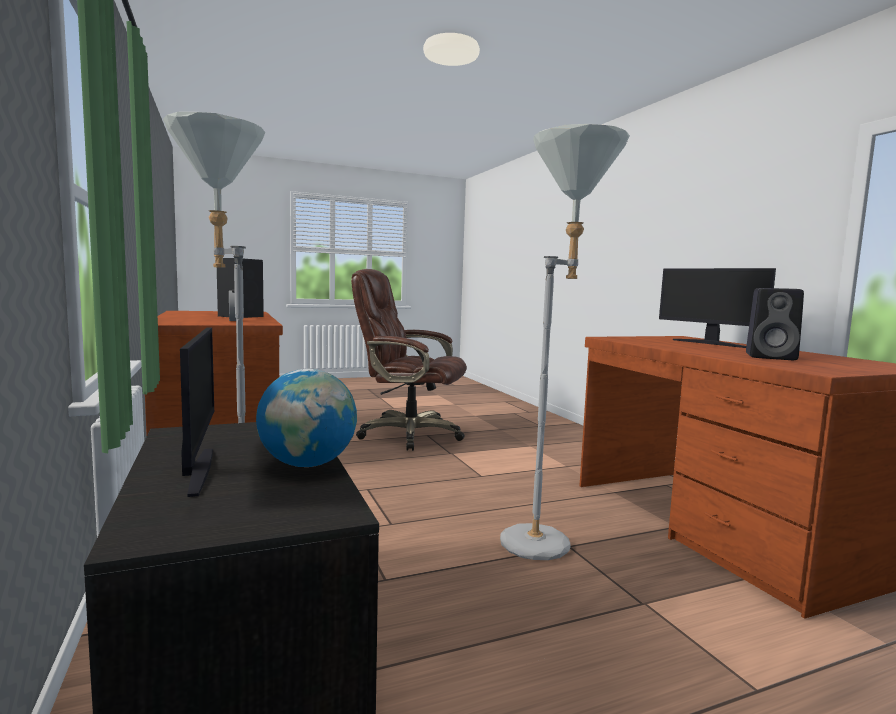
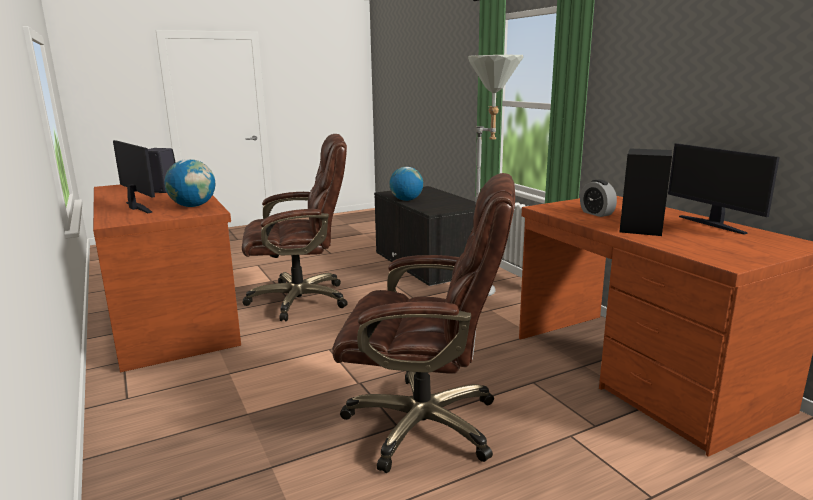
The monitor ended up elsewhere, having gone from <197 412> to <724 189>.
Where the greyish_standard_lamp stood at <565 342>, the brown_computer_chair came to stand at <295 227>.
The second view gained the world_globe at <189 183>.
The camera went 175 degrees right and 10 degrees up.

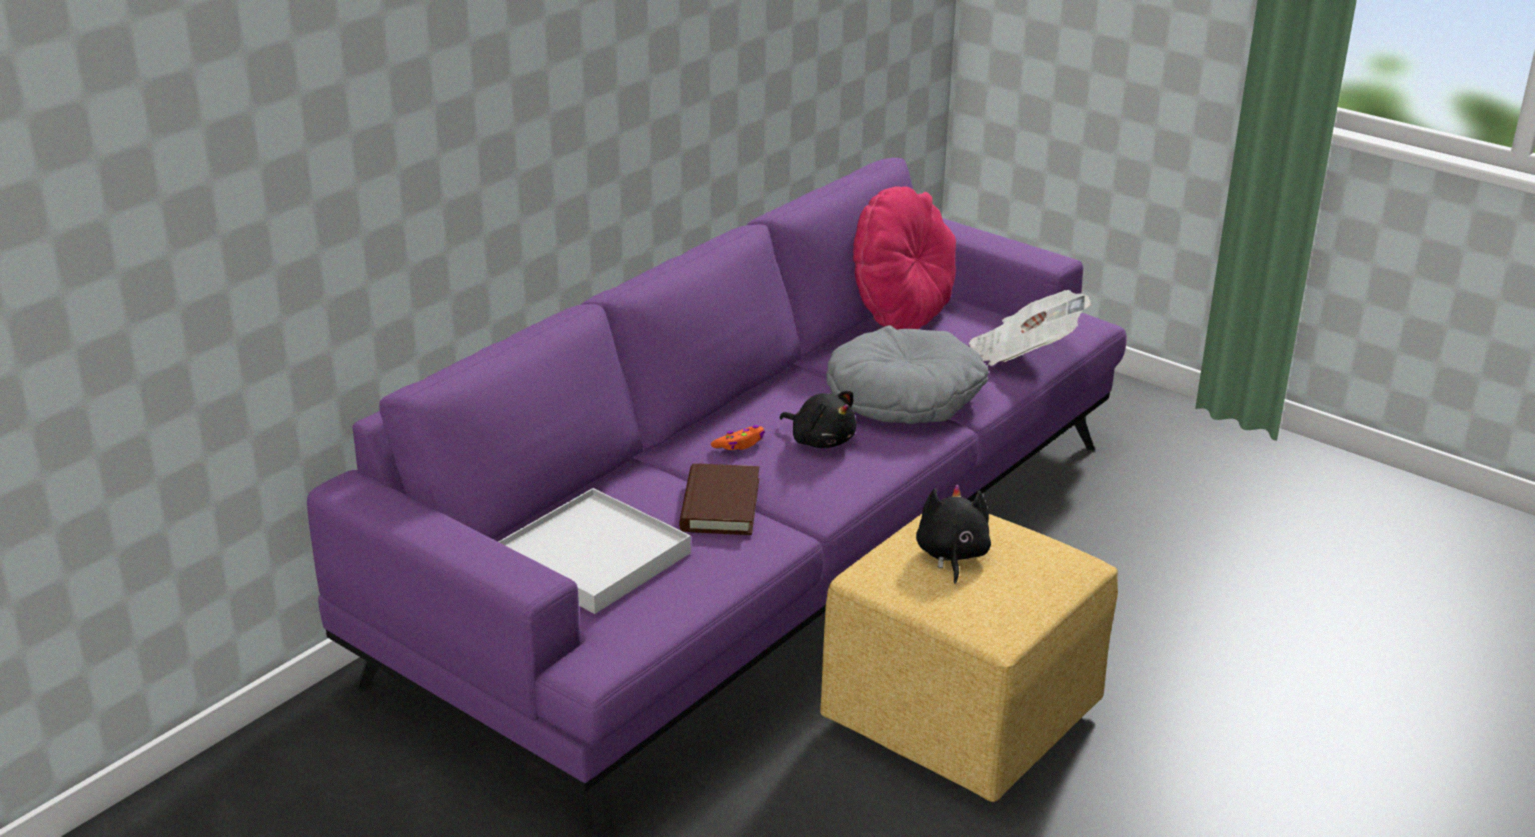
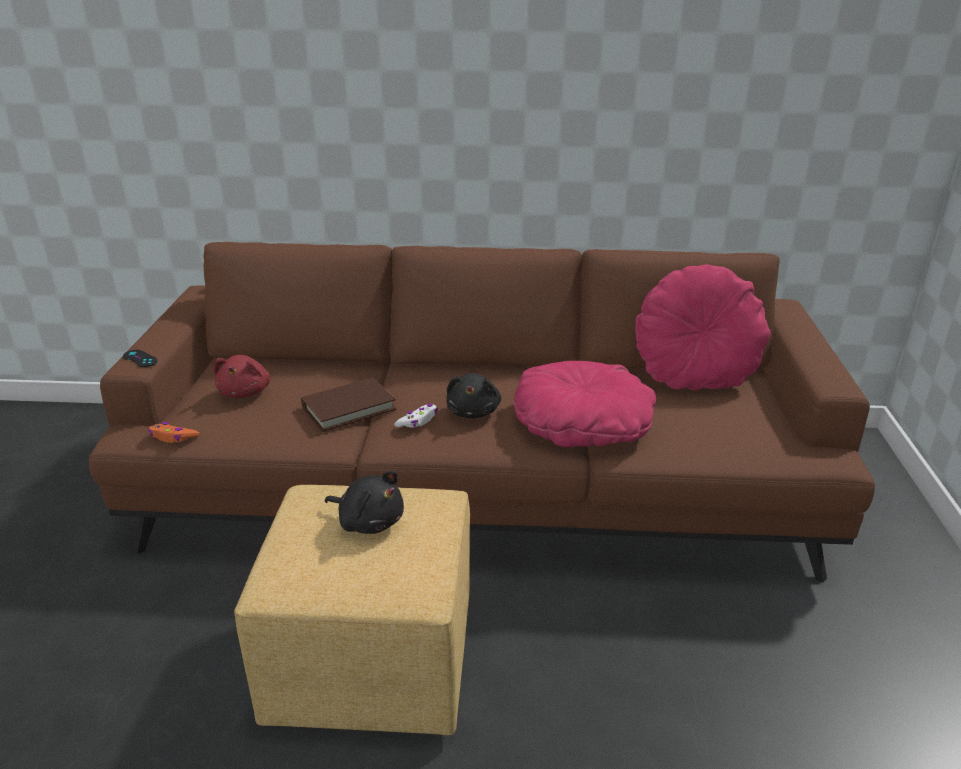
What was the purple_couch at <716 496> turned into the brown_couch at <482 412>.
Where the white_serving_tray stood at <594 551>, the red_soft_toy came to stand at <242 376>.
The orange-coloured_joypad ended up elsewhere, having gone from <738 437> to <173 432>.
What was the greyish_cushion at <908 374> turned into the pinkish_cushion at <585 404>.
The black_soft_toy at <953 534> ended up facing another way, 60 degrees clockwise from before.
The second view lost the newspaper at <1030 328>.
The second view gained the black_joypad at <140 358>.
The second view gained the white_joypad at <416 416>.
The camera went 55 degrees right and 0 degrees up.

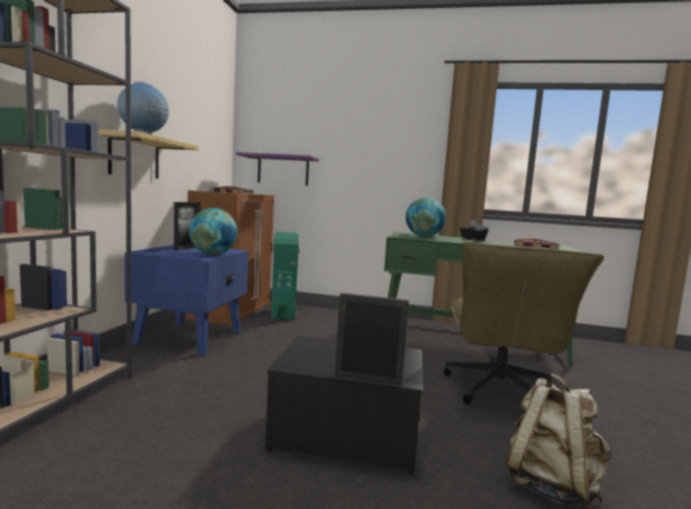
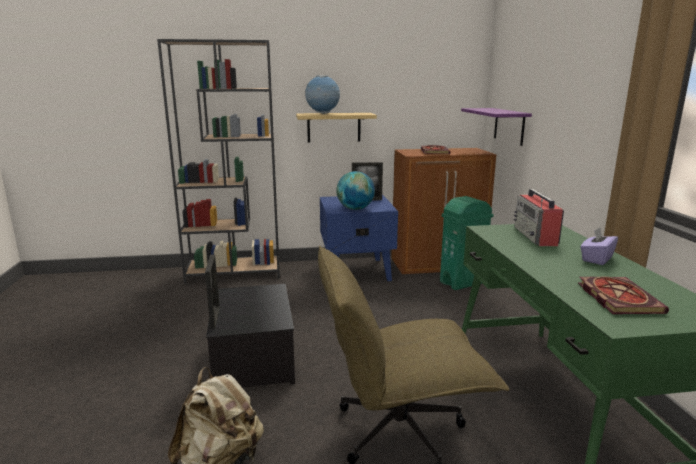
Where the world_globe stood at <426 217>, the radio came to stand at <539 217>.
What was the black_tissue_holder at <474 230> turned into the purple_tissue_holder at <599 246>.
The camera went 70 degrees right and 10 degrees up.

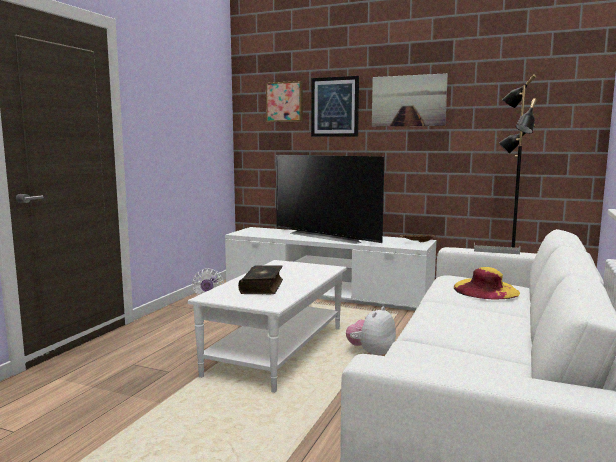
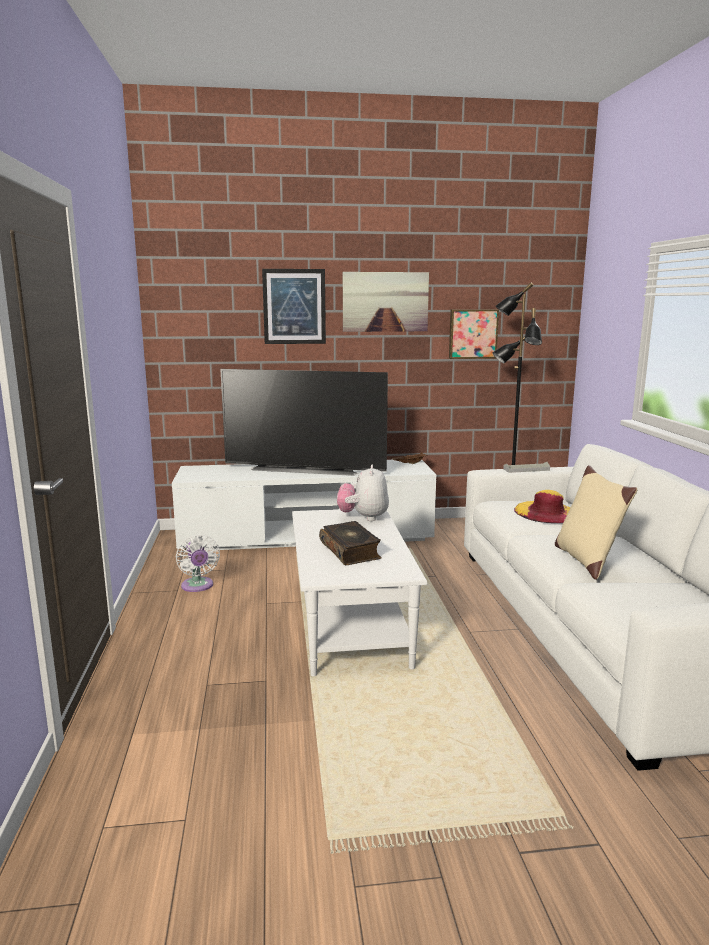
The wall_picture ended up elsewhere, having gone from <284 101> to <474 334>.
The soft_toy ended up elsewhere, having gone from <371 330> to <363 492>.
The second view gained the sand-coloured_cushion at <596 522>.
The camera went 30 degrees left and 5 degrees up.

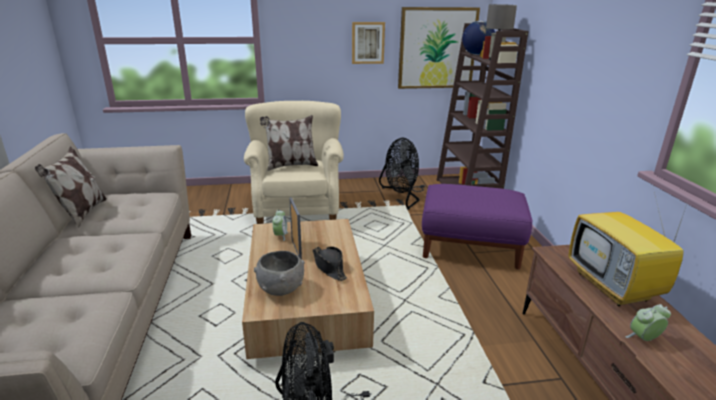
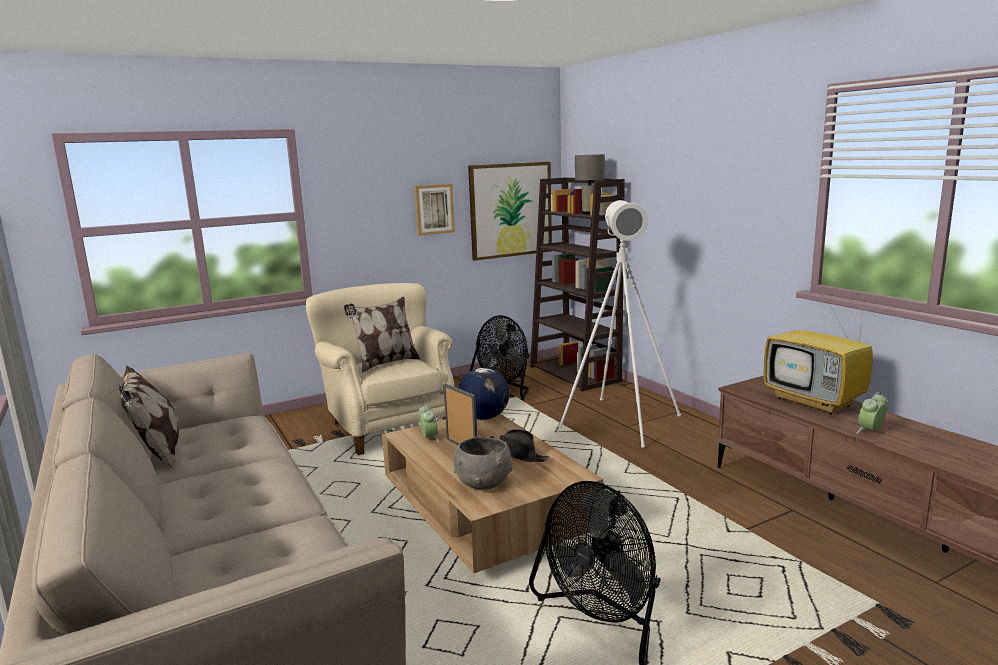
Where the purple_pouffe stood at <477 227>, the white_standard_lamp came to stand at <620 324>.
The world_globe ended up elsewhere, having gone from <478 38> to <484 394>.
The camera went 20 degrees left and 10 degrees down.

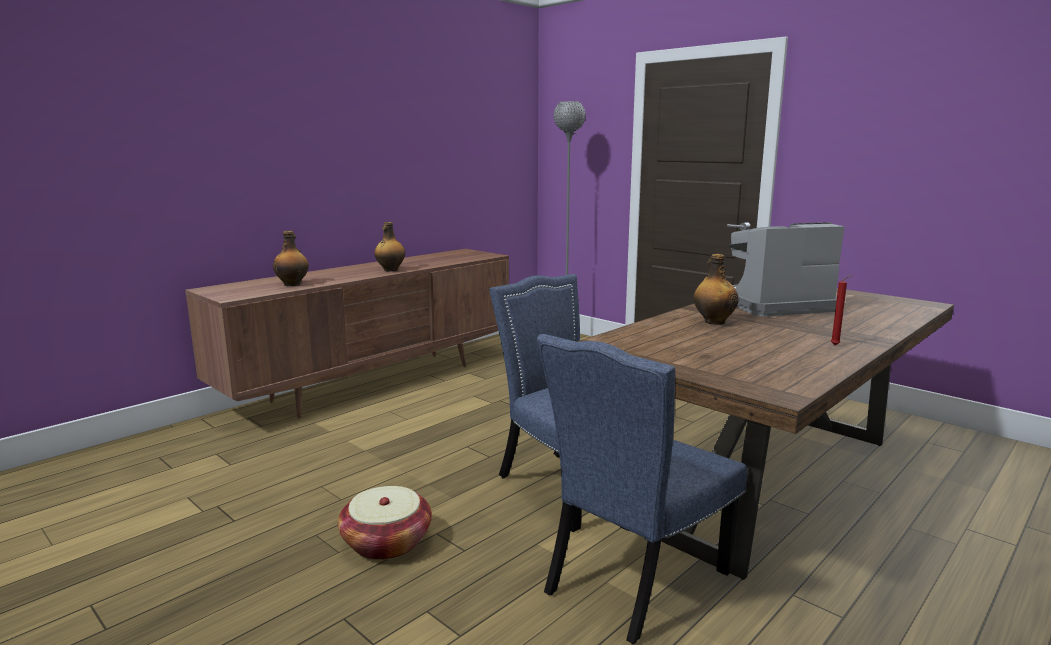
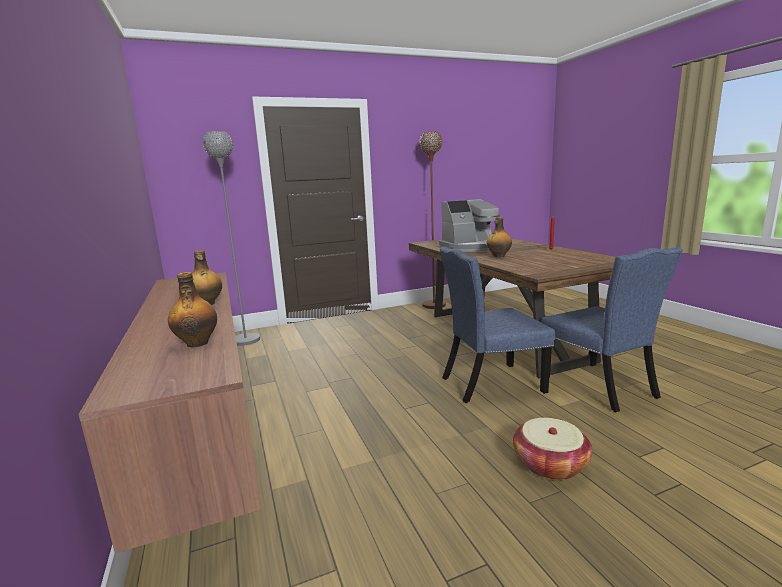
The coffee_machine at <786 269> ended up facing another way, 120 degrees counterclockwise from before.
The second view gained the brown_standard_lamp at <432 220>.
The camera went 65 degrees left and 0 degrees up.

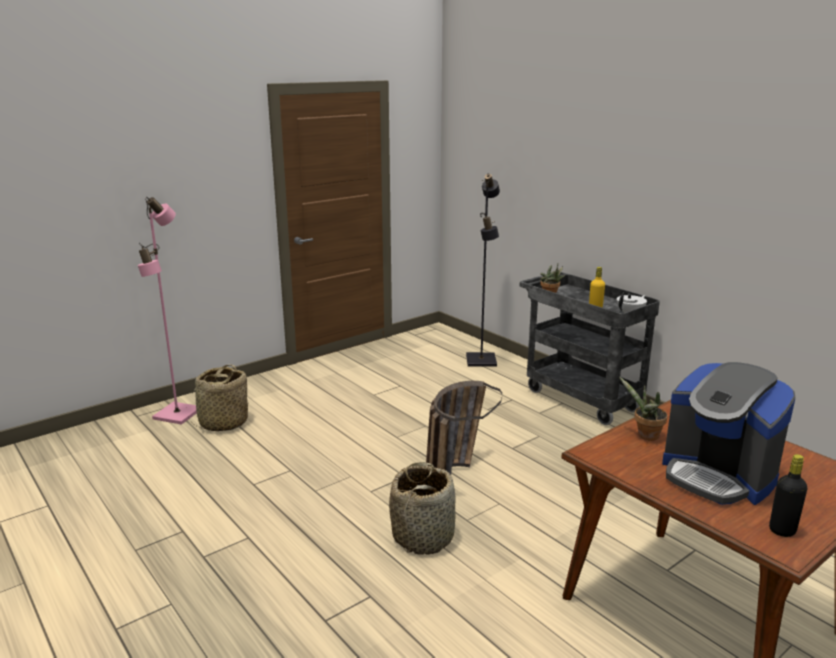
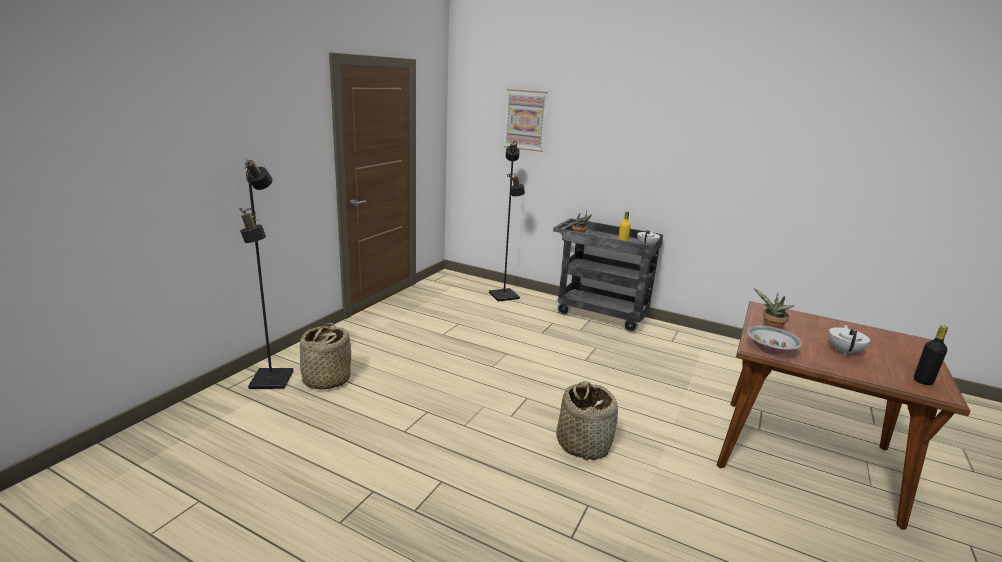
What was the pinkish_standard_lamp at <167 311> turned into the black_standard_lamp at <266 274>.
The second view lost the storage_basket at <464 430>.
Where the coffee_machine stood at <728 433>, the white_tea_pot came to stand at <849 340>.
The second view gained the wall_picture at <526 120>.
The second view gained the deep_dish at <774 340>.
The camera went 25 degrees left and 0 degrees up.

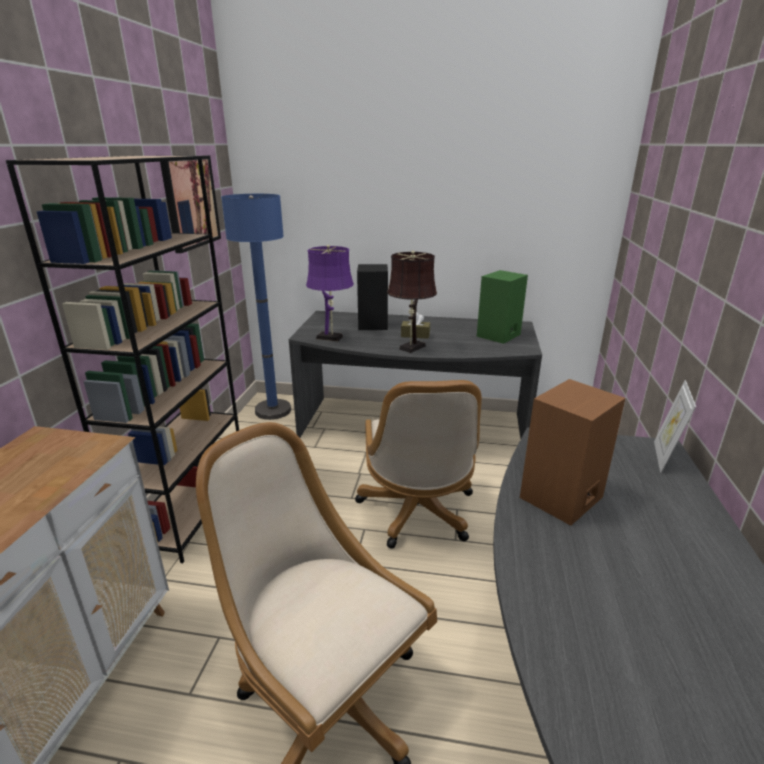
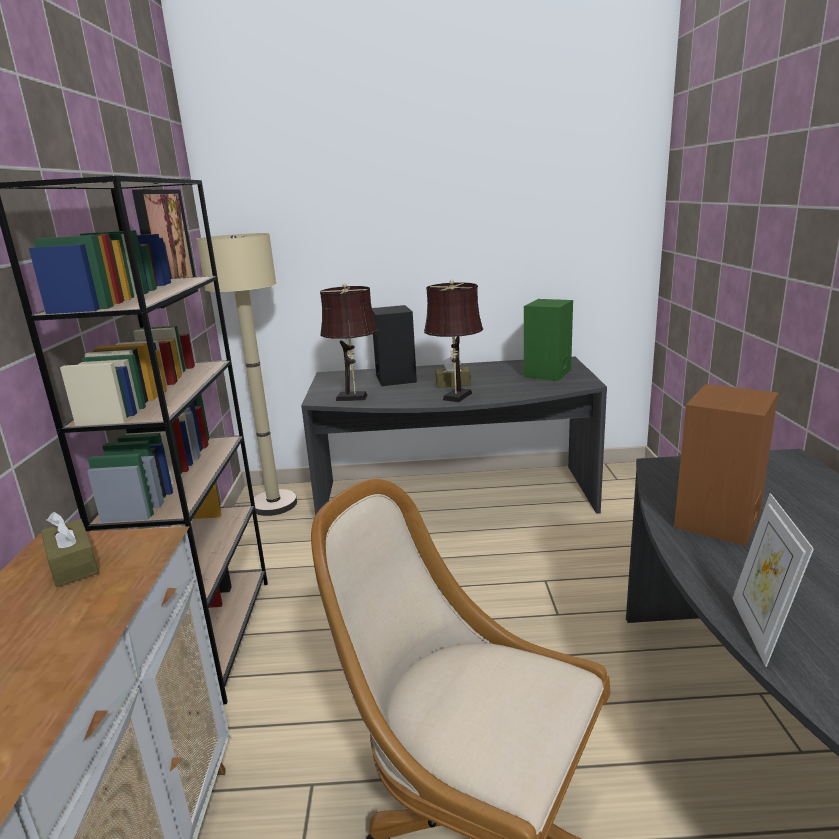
What was the bluish_standard_lamp at <256 307> turned into the sand-coloured_standard_lamp at <247 374>.
What was the purple_lamp_for_a_table at <330 292> turned into the brown_lamp_for_a_table at <349 342>.
The second view lost the computer_chair at <418 464>.
The picture_frame ended up elsewhere, having gone from <675 426> to <773 580>.
The second view gained the brown_tissue_holder at <70 549>.
The camera went 10 degrees left and 5 degrees down.

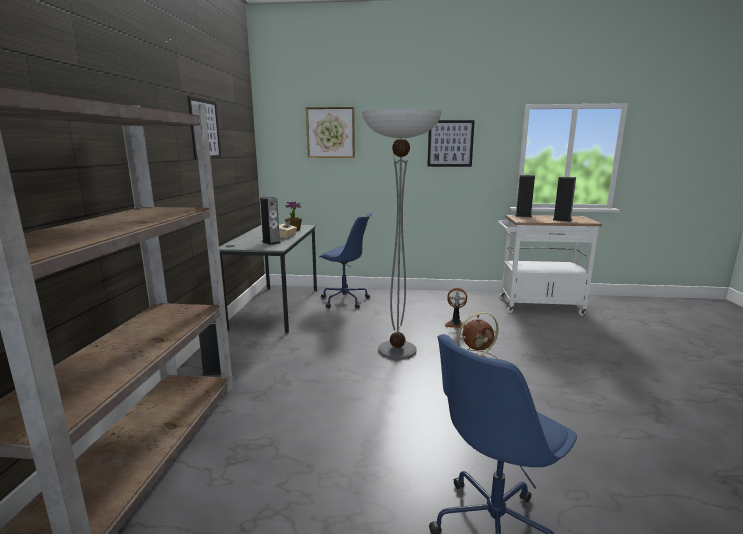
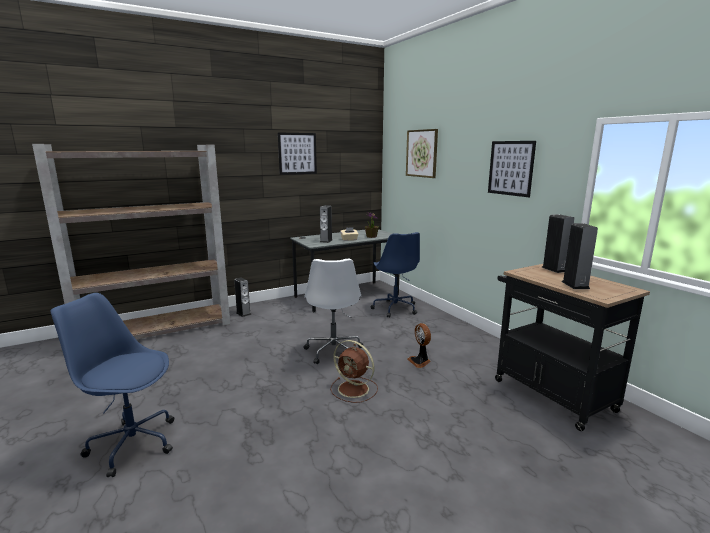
Where the standard_lamp stood at <402 234>, the white_computer_chair came to stand at <333 311>.
What was the white_wheeled_cart at <550 265> turned into the black_wheeled_cart at <572 347>.
The camera went 55 degrees right and 0 degrees up.

